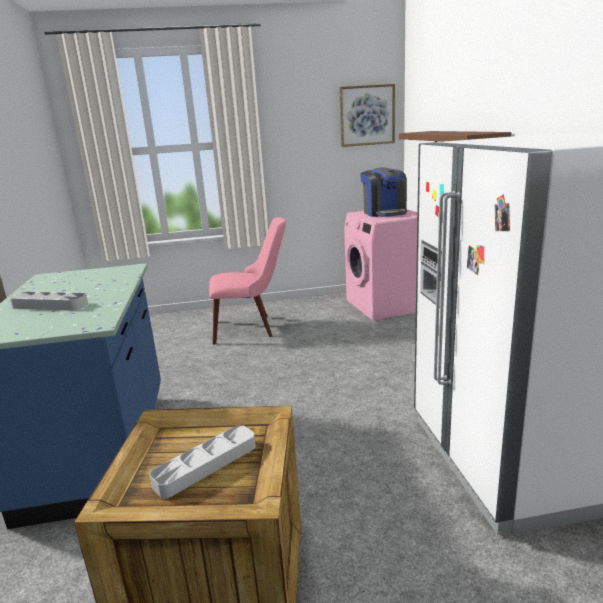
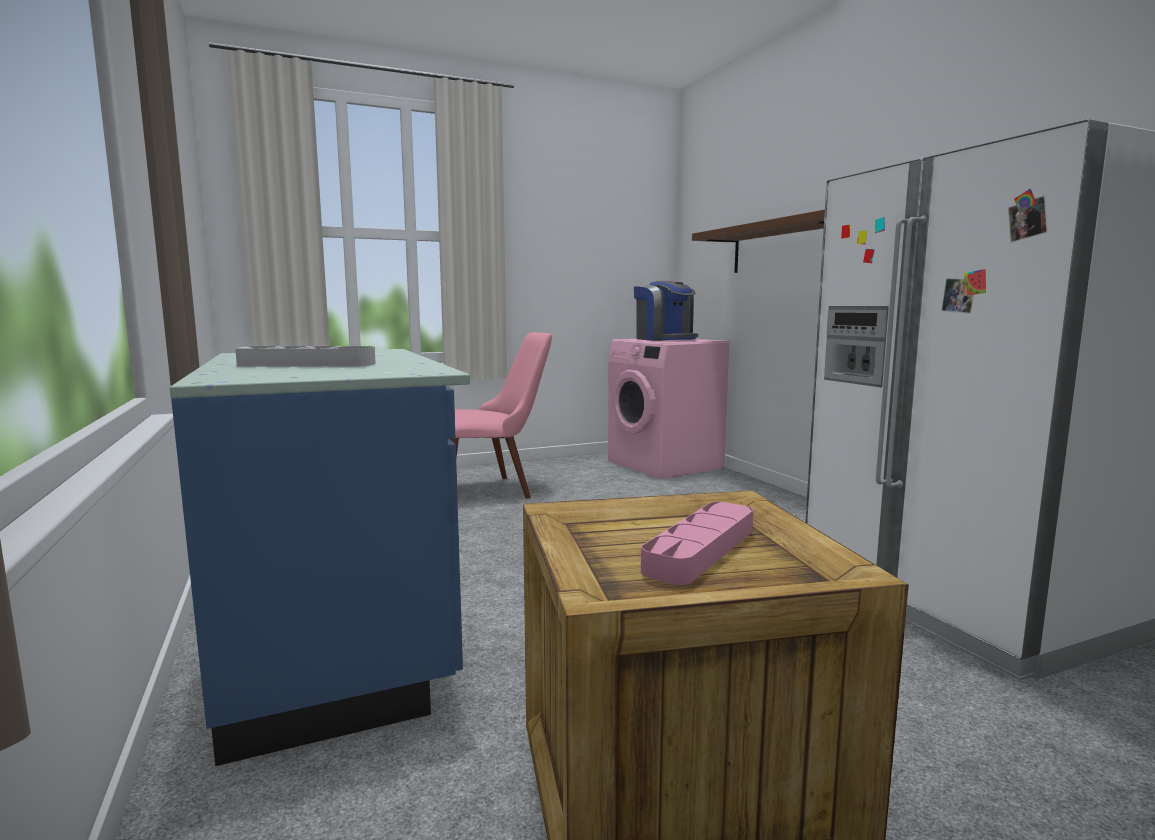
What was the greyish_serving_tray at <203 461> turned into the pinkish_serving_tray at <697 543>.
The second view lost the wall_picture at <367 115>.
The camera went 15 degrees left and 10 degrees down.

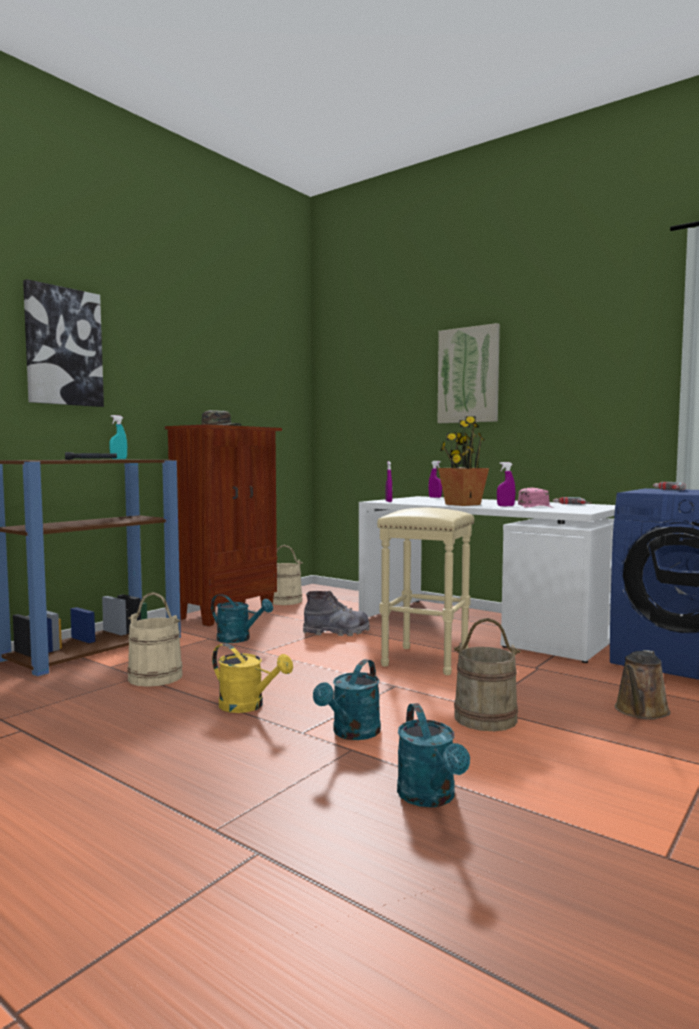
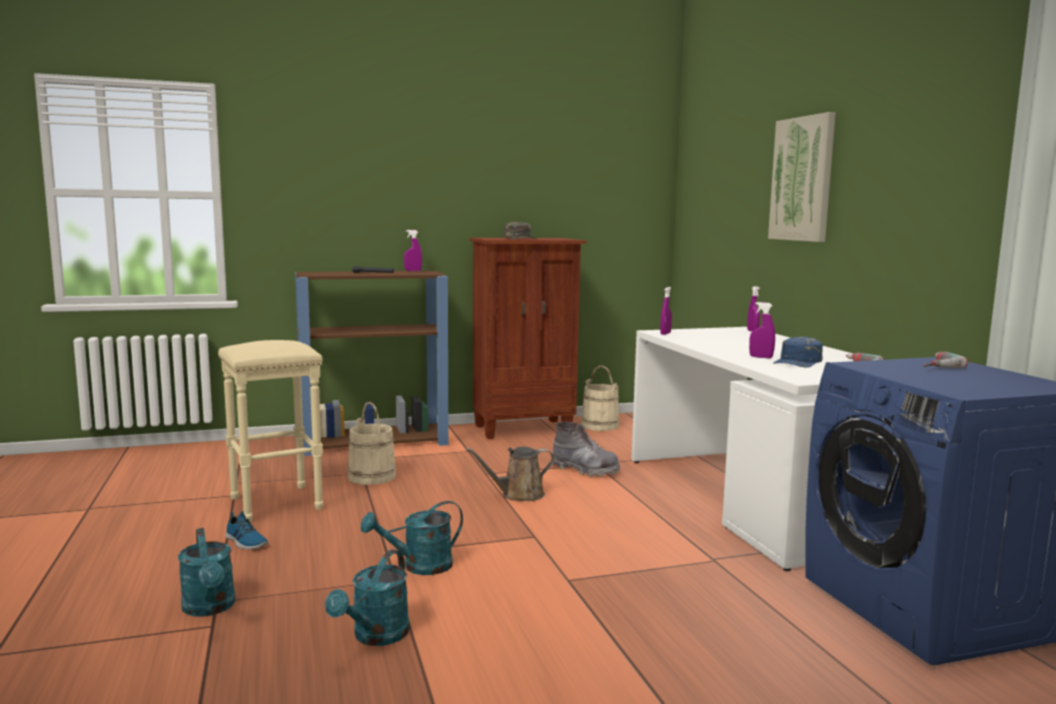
The second view lost the wall_picture at <63 343>.
What was the turquoise-coloured_spray_bottle at <118 437> turned into the purple_spray_bottle at <413 250>.
The turquoise-coloured_watering_pot ended up elsewhere, having gone from <242 618> to <206 572>.
The second view lost the yellow-coloured_watering_pot at <252 678>.
The sand-coloured_stool ended up elsewhere, having gone from <425 591> to <270 431>.
The second view lost the plant_in_a_pot at <463 461>.
The second view lost the sand-coloured_bucket at <487 674>.
What was the pinkish_baseball_cap at <535 498> turned into the bluish_baseball_cap at <798 352>.
The brown_watering_pot ended up elsewhere, having gone from <642 685> to <509 473>.
The second view gained the item_of_footwear at <246 530>.
The camera went 35 degrees right and 5 degrees up.

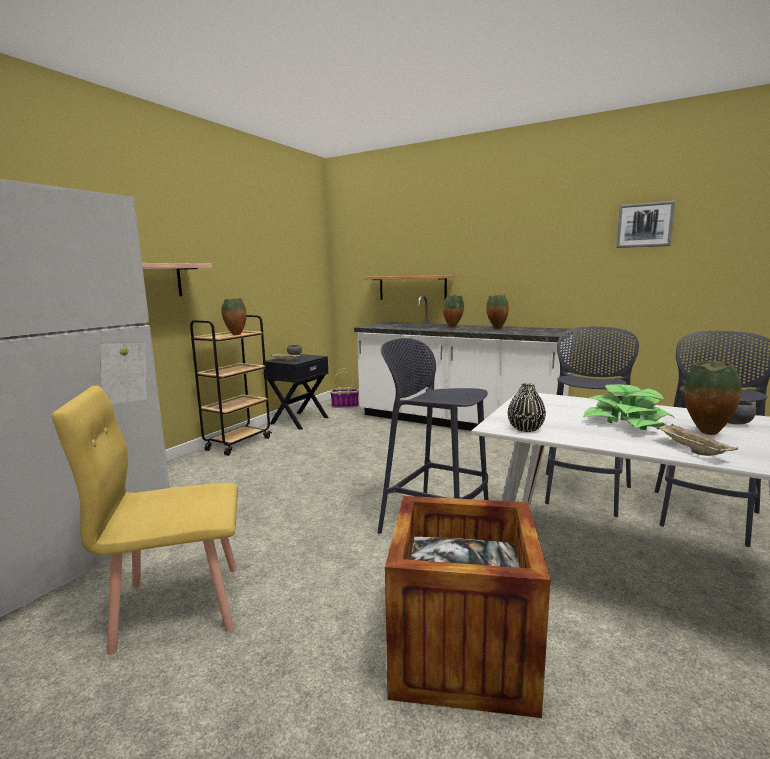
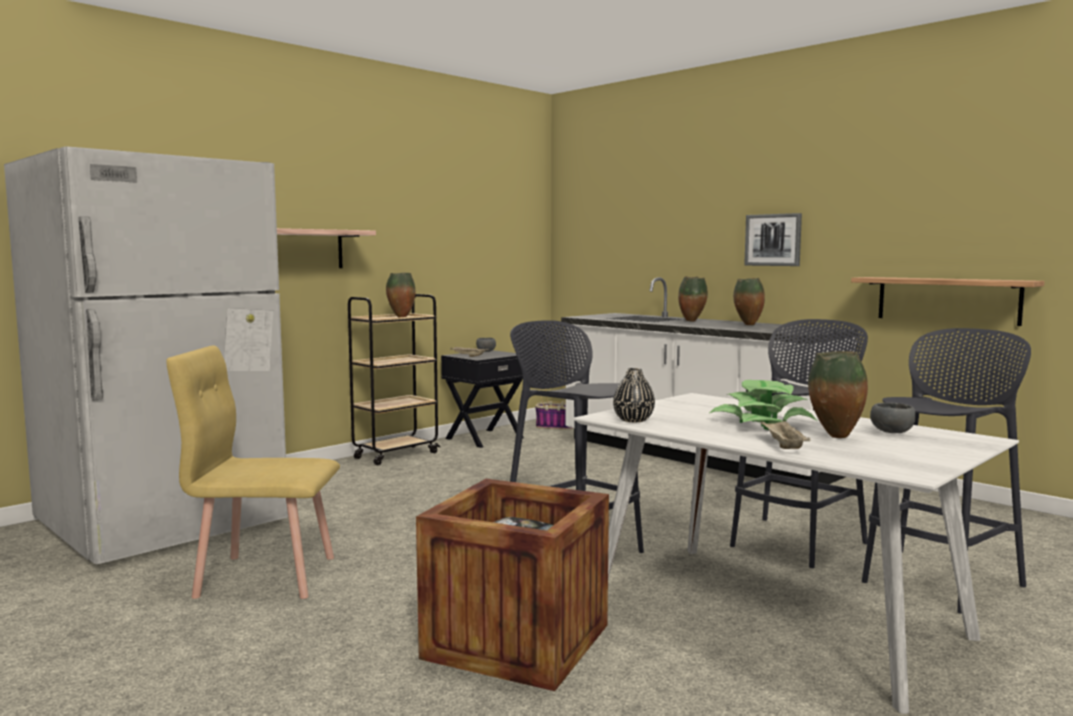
The wall_shelf ended up elsewhere, having gone from <409 287> to <948 301>.
The wall_picture ended up elsewhere, having gone from <645 224> to <773 239>.
The camera went 15 degrees right and 5 degrees down.

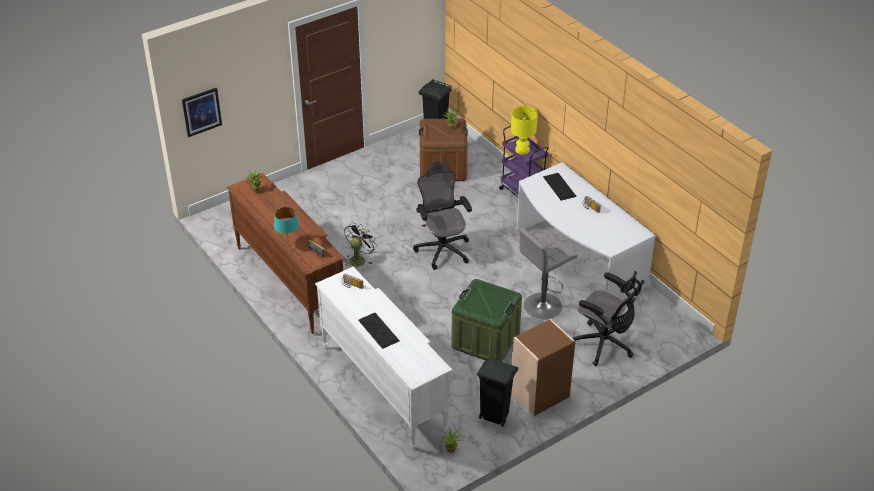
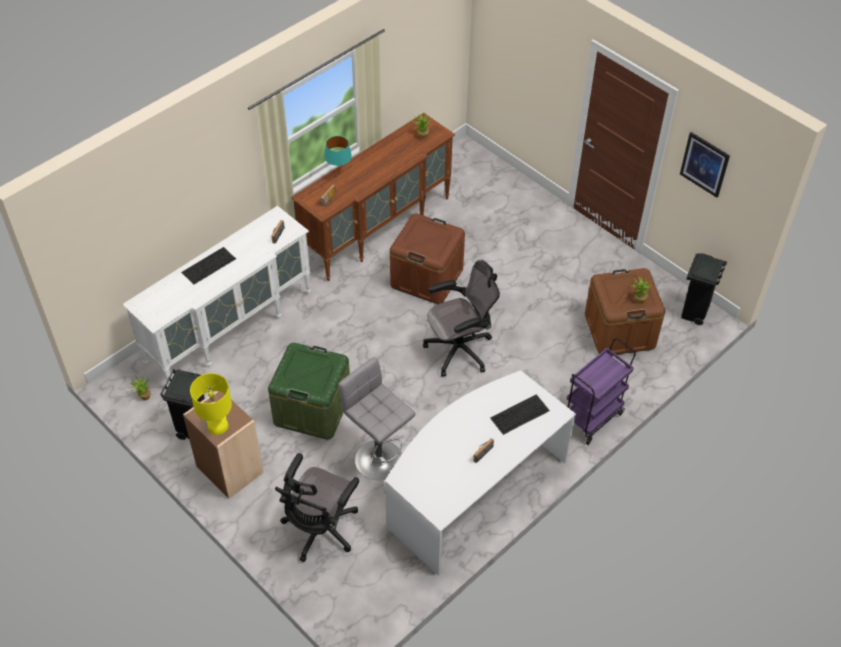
The wall_picture ended up elsewhere, having gone from <202 112> to <705 165>.
Where the black_fan stood at <360 245>, the brown_storage_container came to stand at <427 258>.
The yellow-coloured_lamp_for_a_table ended up elsewhere, having gone from <524 130> to <211 404>.
The camera went 80 degrees right and 10 degrees up.

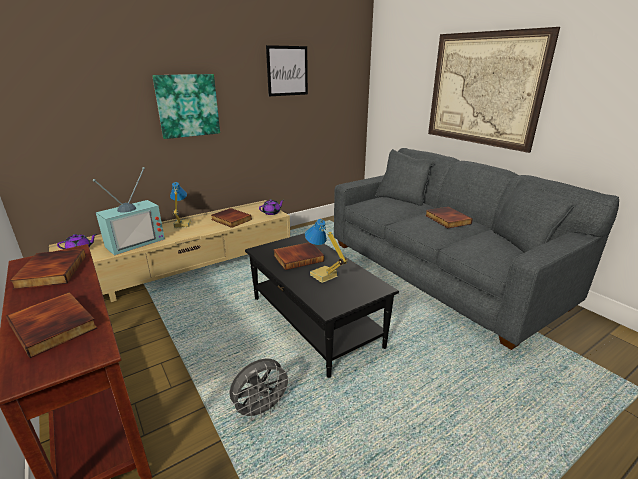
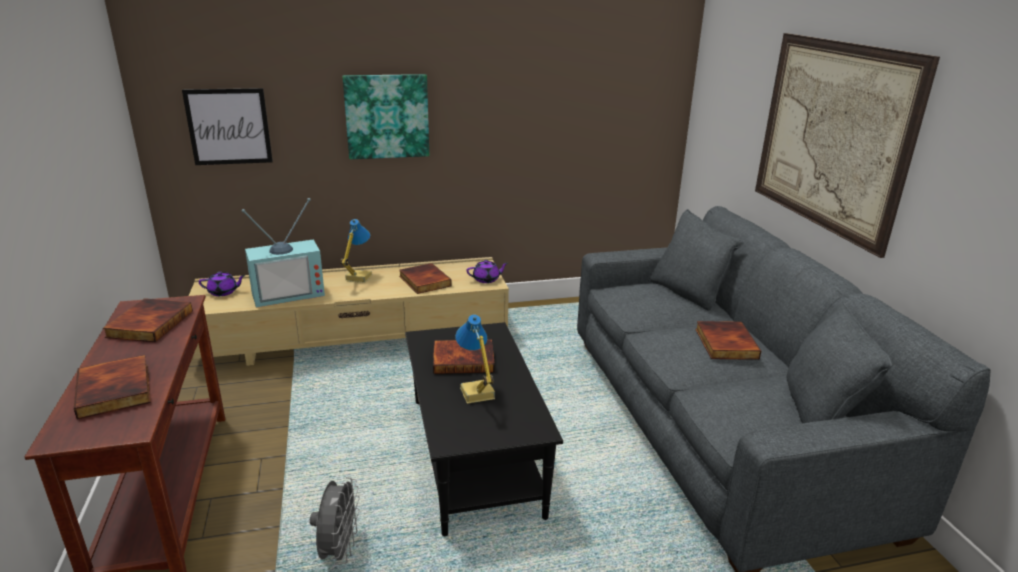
The greyish_fan at <261 389> ended up facing another way, 75 degrees counterclockwise from before.
The wall_picture ended up elsewhere, having gone from <287 70> to <227 126>.
The camera went 20 degrees right and 0 degrees up.

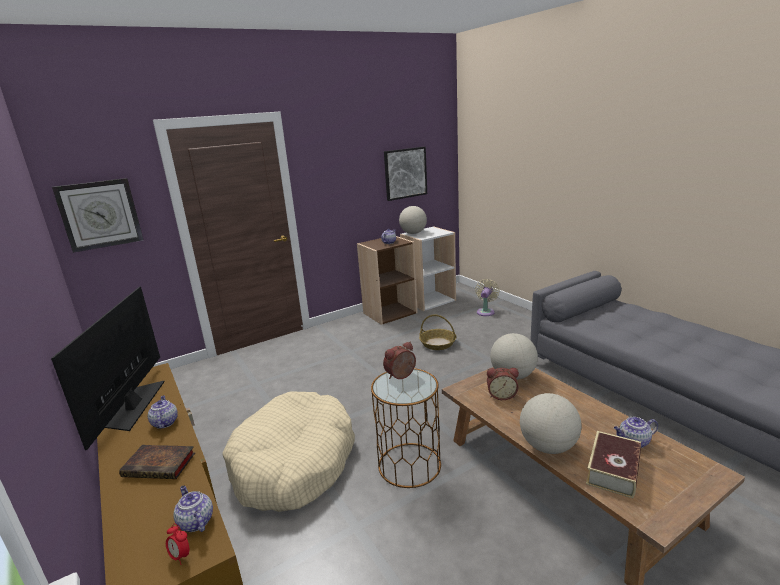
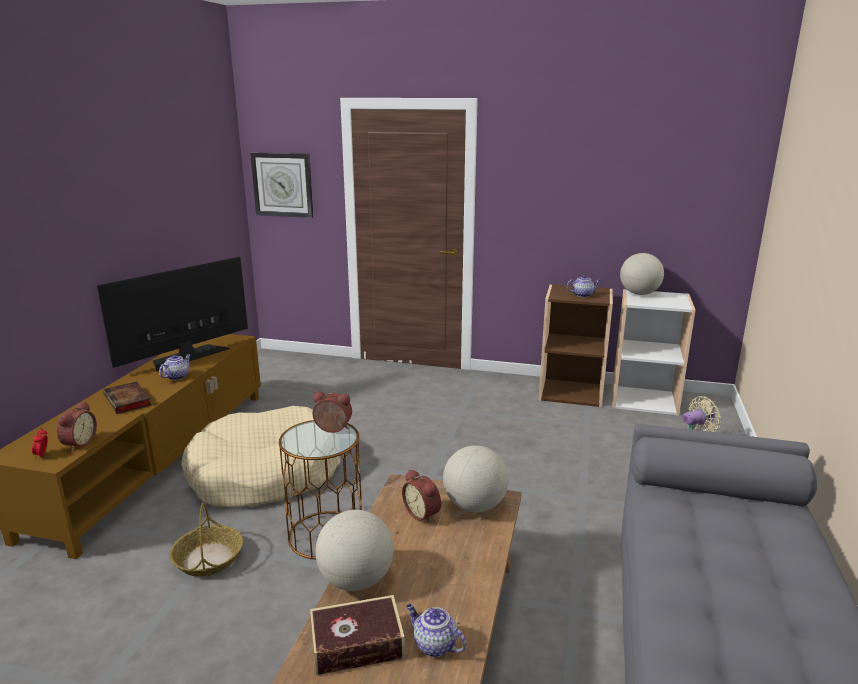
Where the tea_pot stood at <193 508>, the table_clock came to stand at <77 426>.
The second view lost the wall_picture at <405 174>.
The storage_basket ended up elsewhere, having gone from <437 332> to <206 540>.
The camera went 45 degrees right and 0 degrees up.

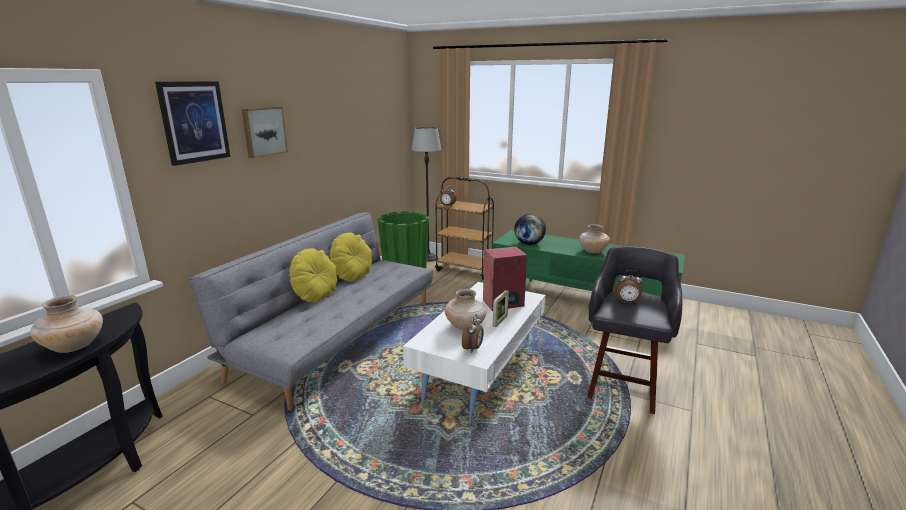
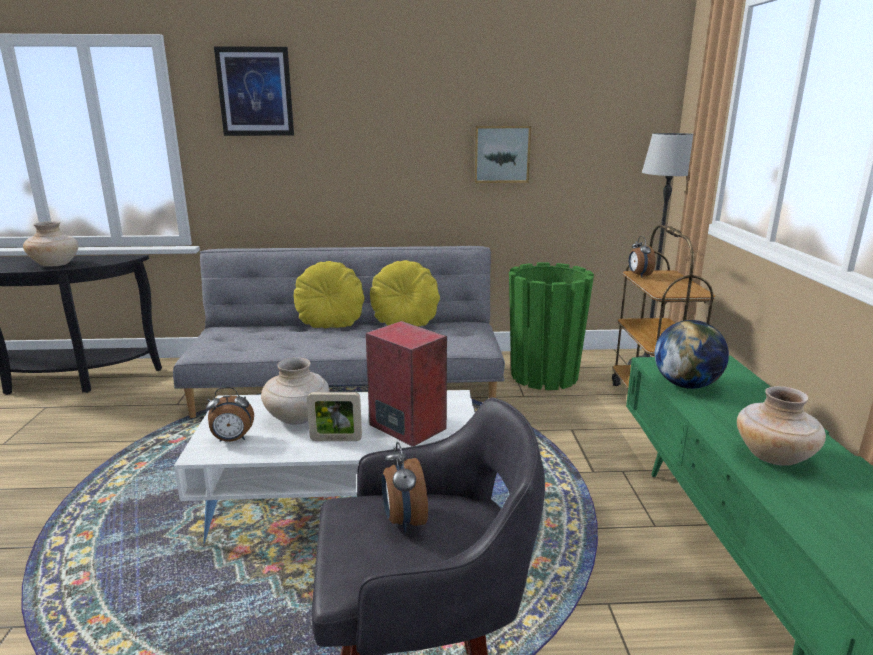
The wall_picture ended up elsewhere, having gone from <265 132> to <502 154>.
The camera went 60 degrees right and 0 degrees up.

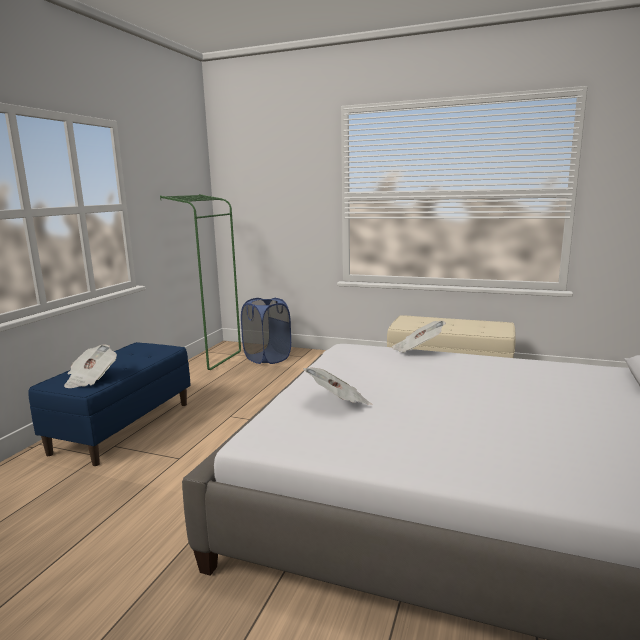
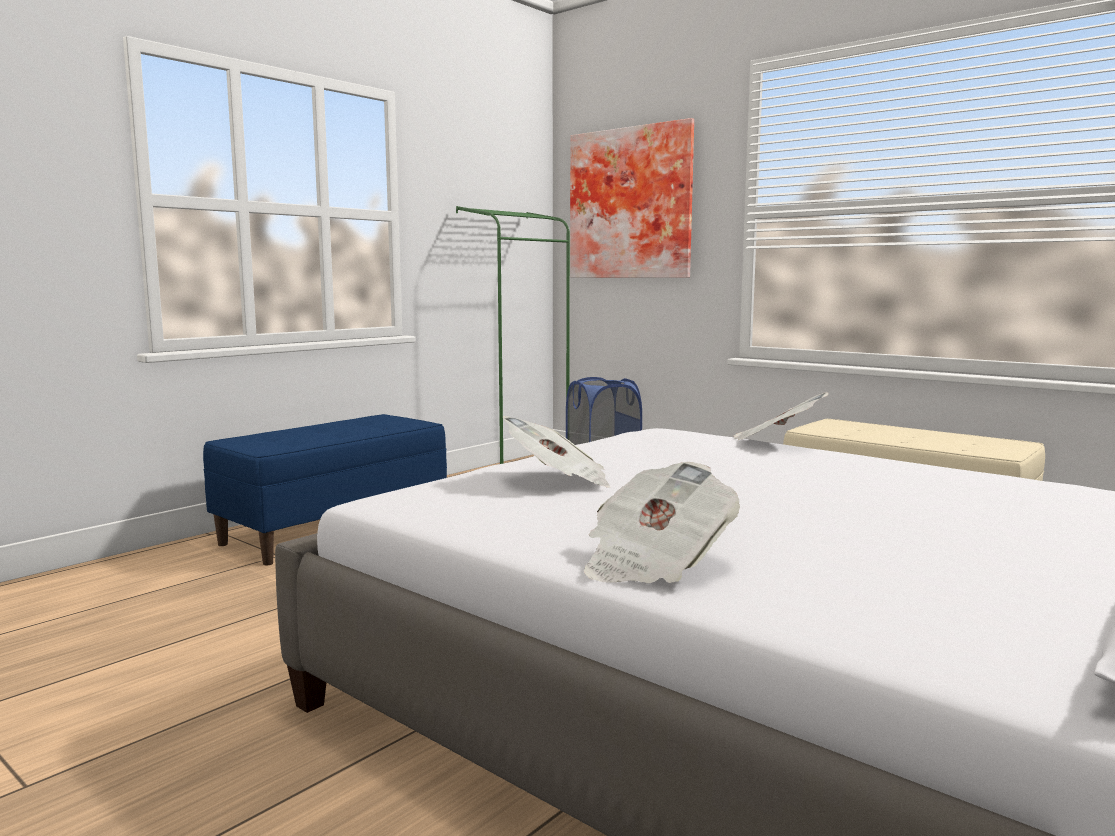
The newspaper ended up elsewhere, having gone from <90 366> to <661 522>.
The second view gained the wall_picture at <632 198>.
The camera went 20 degrees right and 5 degrees down.

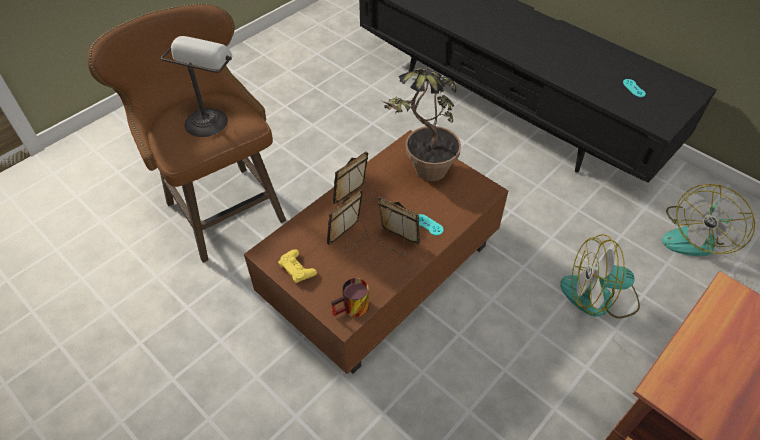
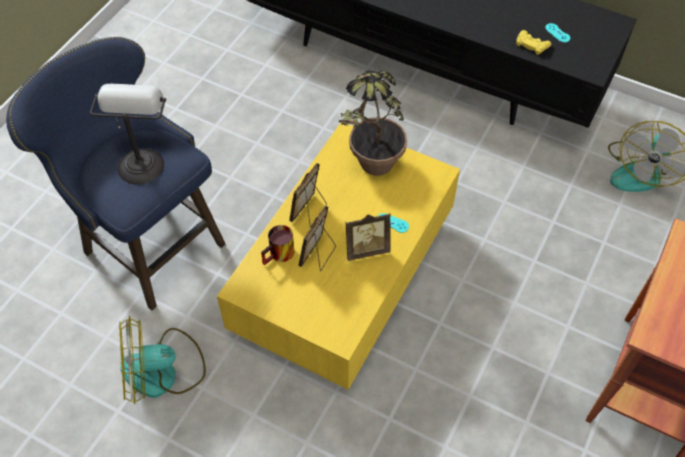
What was the brown_stool at <186 133> turned into the bluish_stool at <115 173>.
What was the brown_lounge_table at <376 252> turned into the yellow-coloured_lounge_table at <338 256>.
The yellow-coloured_joypad ended up elsewhere, having gone from <297 266> to <533 42>.
The tea_mug ended up elsewhere, having gone from <350 297> to <277 245>.
The picture_frame at <398 226> ended up facing another way, 150 degrees clockwise from before.
The fan ended up elsewhere, having gone from <600 276> to <162 360>.
The camera went 15 degrees left and 5 degrees up.

